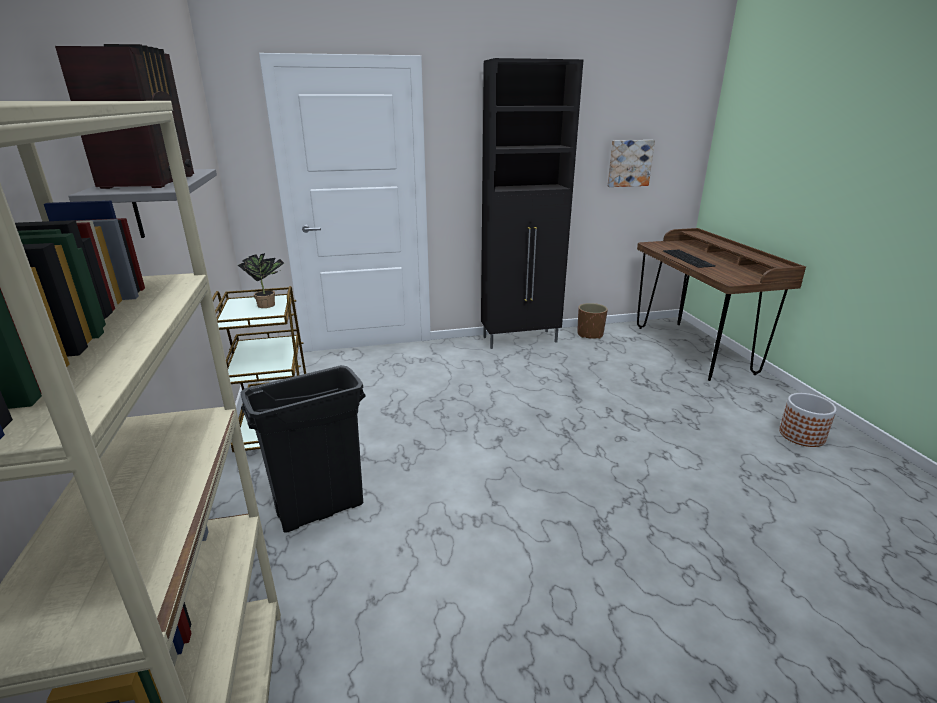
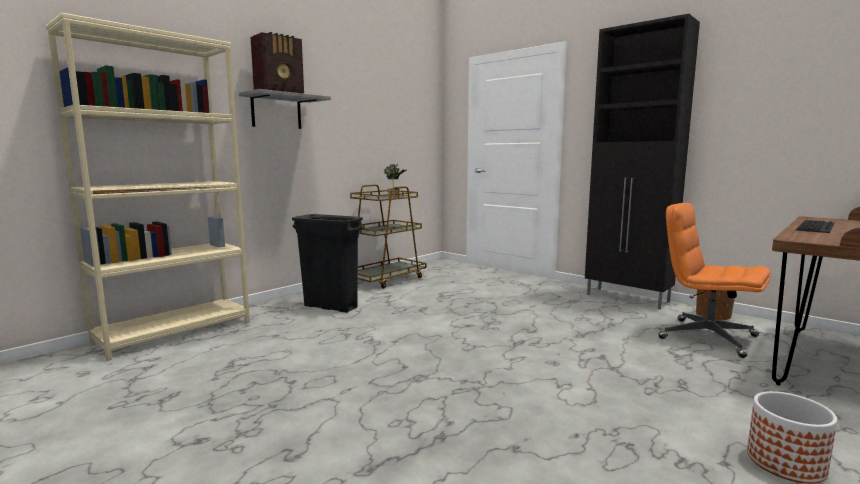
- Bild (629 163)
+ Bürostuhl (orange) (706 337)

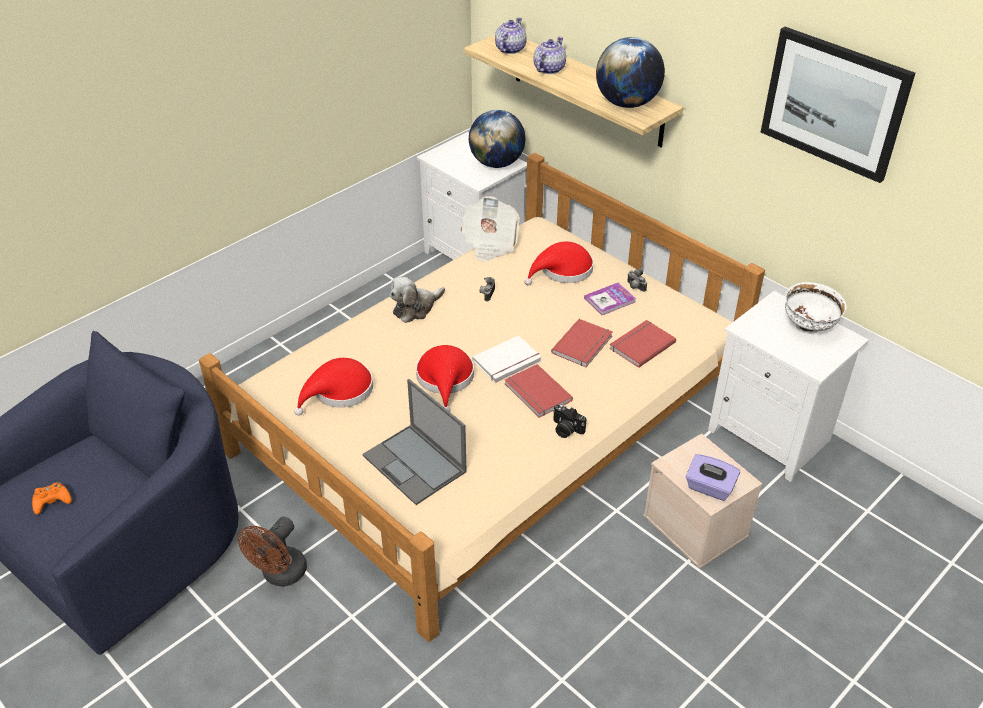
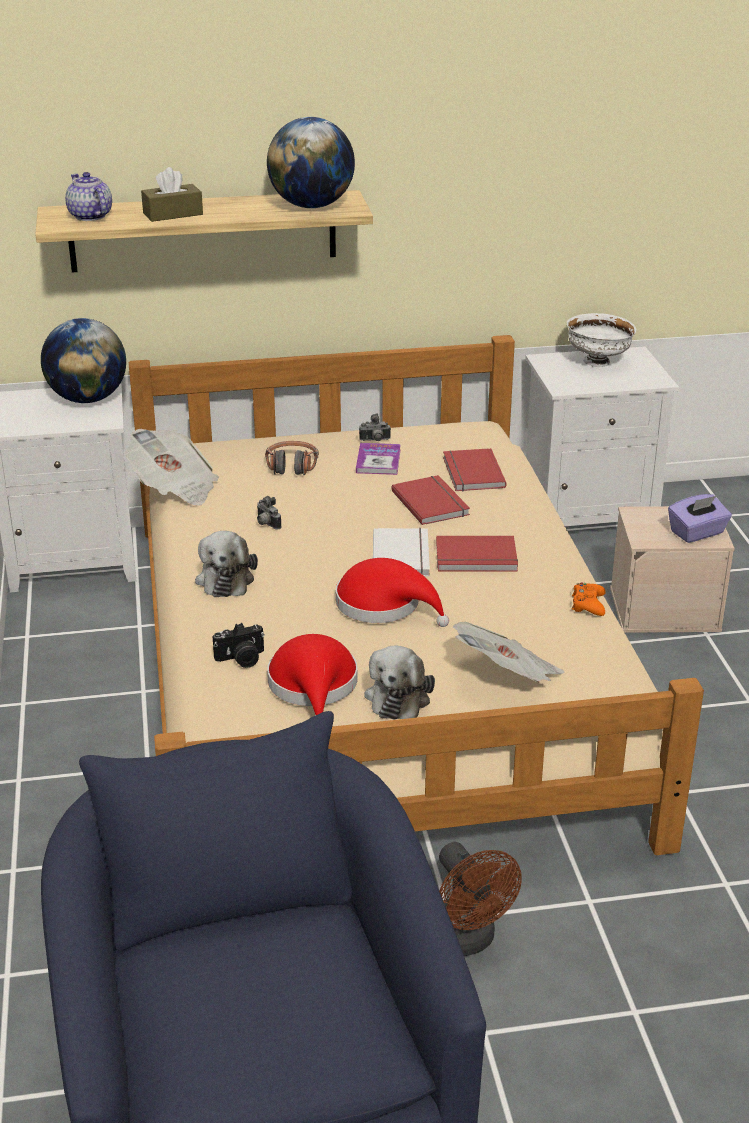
- Bild (834 103)
~ Teekanne (548 69) to Taschentuchbox (braun) (173 214)
~ Hut (rot) (563 271) to Kopfhörer (291 466)
~ Laptop (415 464) to Zeitung (508 677)
~ Kamera (566 429) to (241 659)
~ Gamepad (orange) (52 501) to (588 605)
+ Plüschtier (399 696)

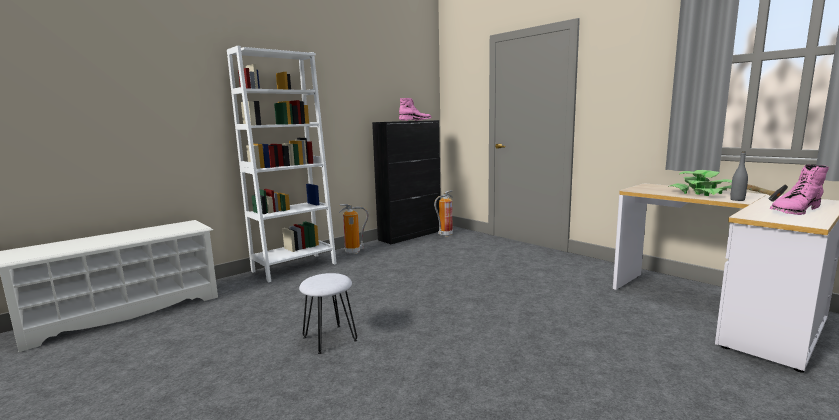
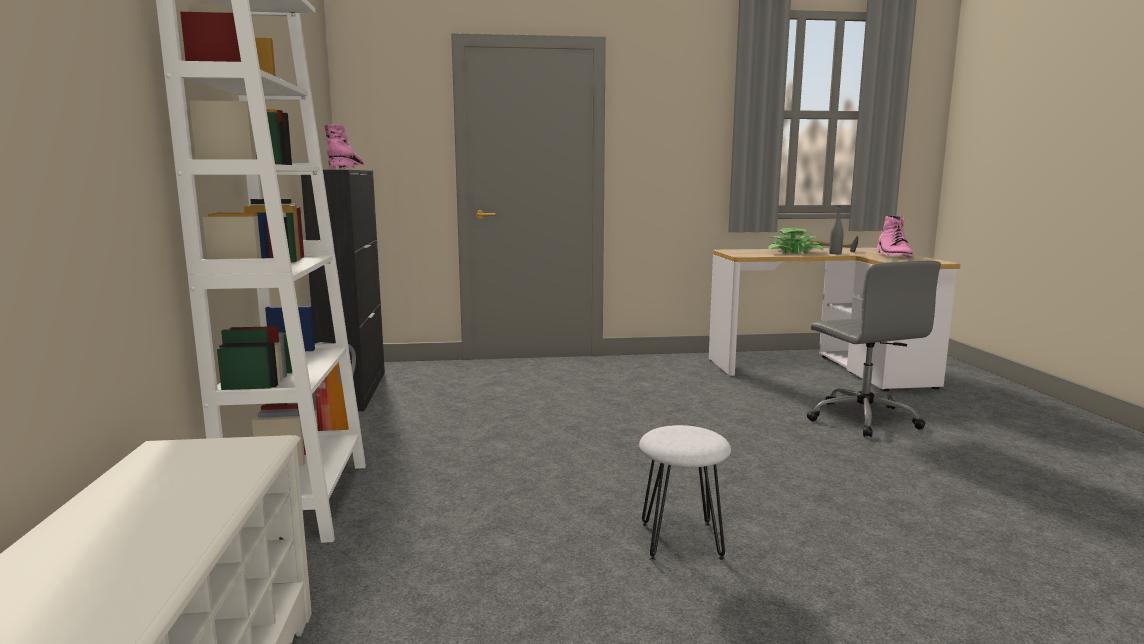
- Feuerlöscher (445 235)
+ Bürostuhl (grau) (862 418)

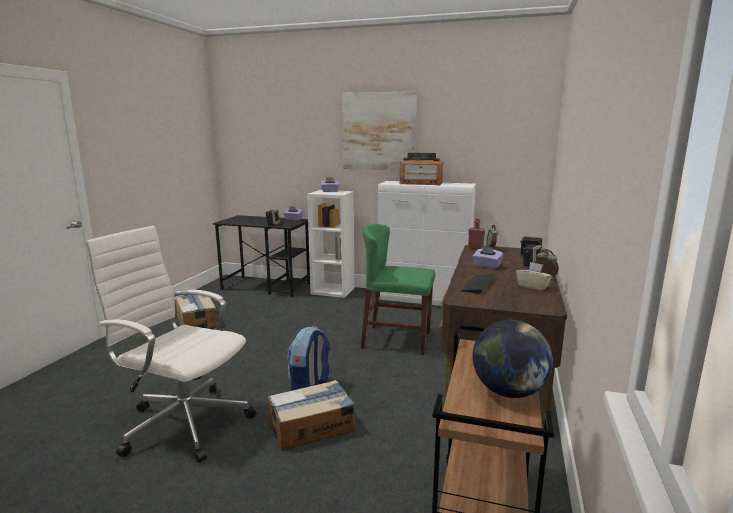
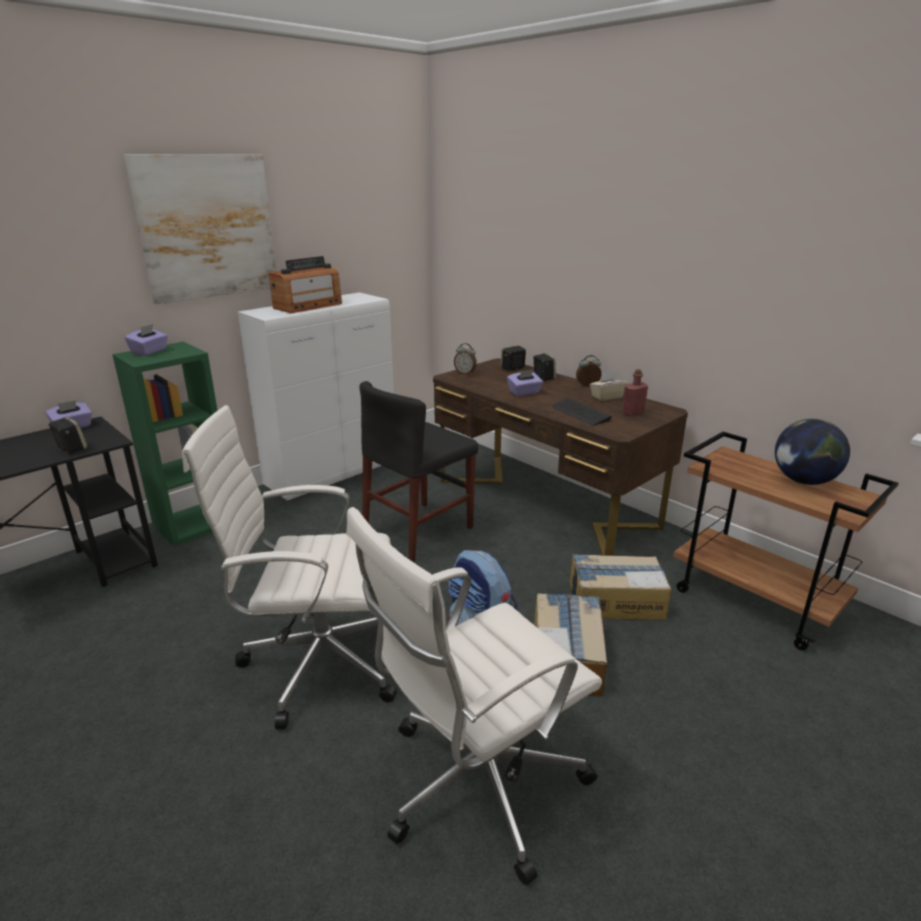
~ Bücherregal (weiß) (333 291) to Bücherregal (grün) (195 523)
~ Flasche (rot) (475 248) to (633 413)
~ Stuhl (grün) (397 340) to Stuhl (schwarz) (418 530)
~ Karton (197 321) to (615 600)
+ Bürostuhl (weiß) (318 662)

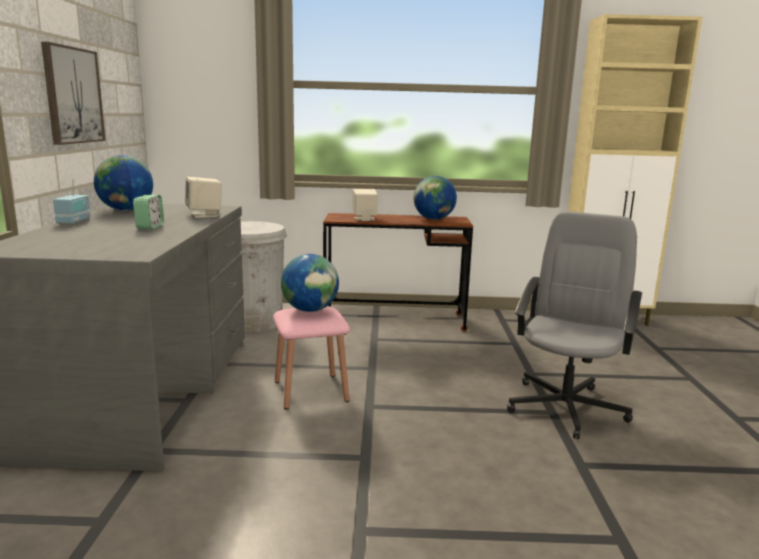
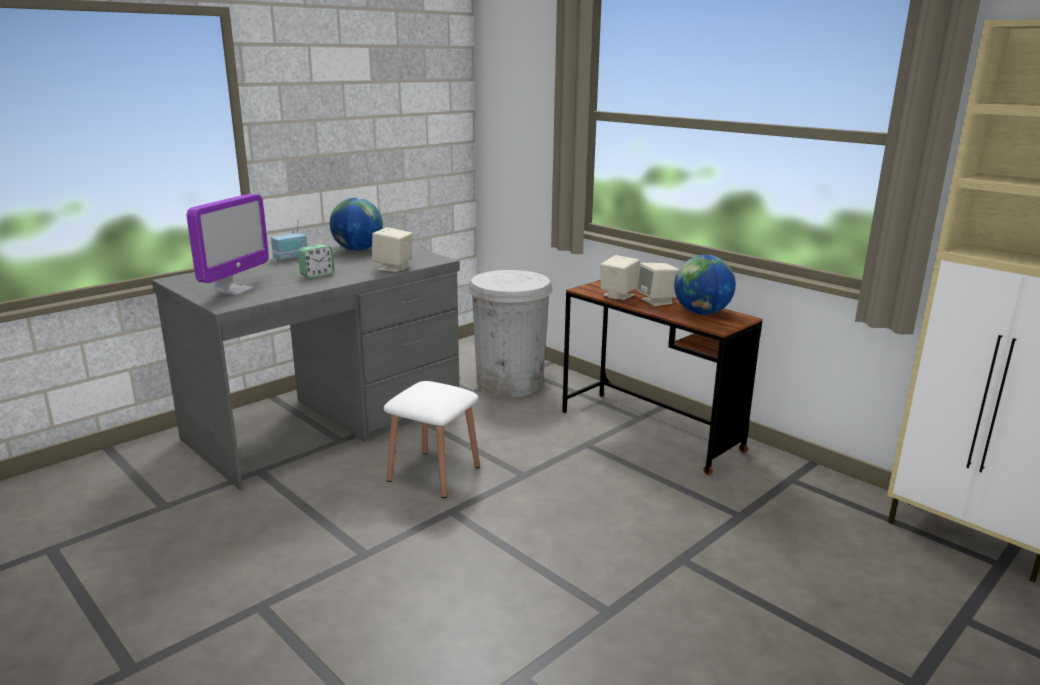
- Bild (73 95)
- Bürostuhl (grau) (566 407)
- Globus (310 310)
~ Hocker (rosa) (310 391) to Hocker (weiß) (434 473)
+ Monitor (234 290)
+ Lautsprecher (beige) (657 301)

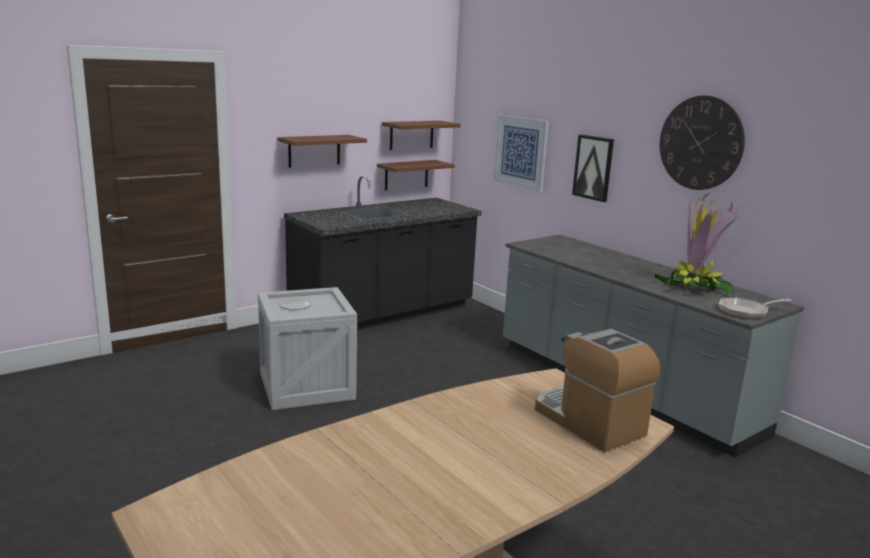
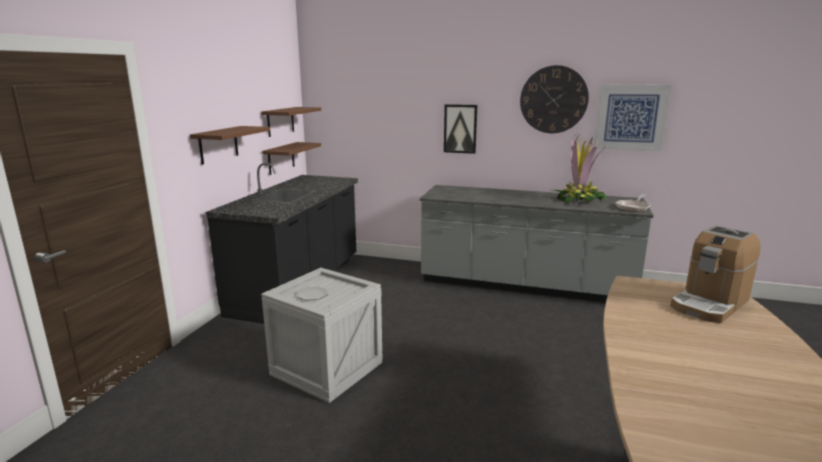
~ Bild (521 152) to (630 117)
~ Kaffeemaschine (588 422) = (709 303) 60 degrees counterclockwise

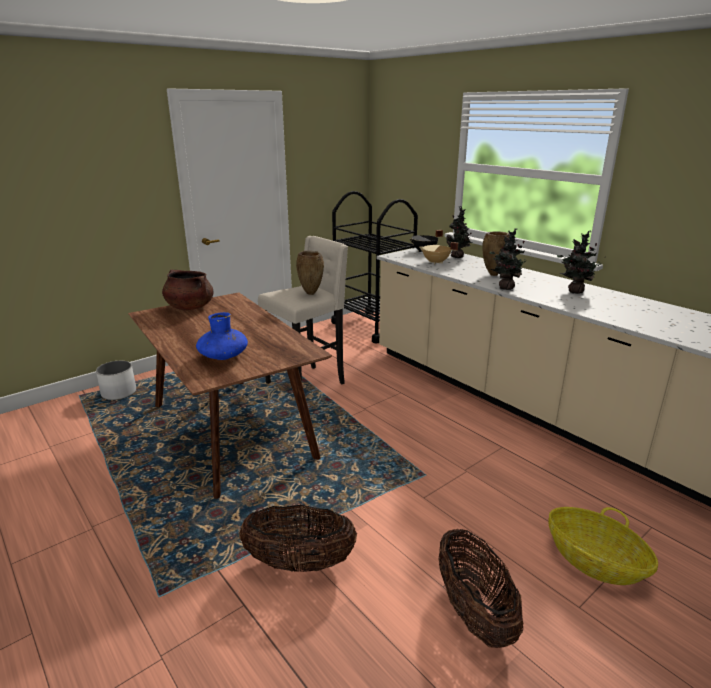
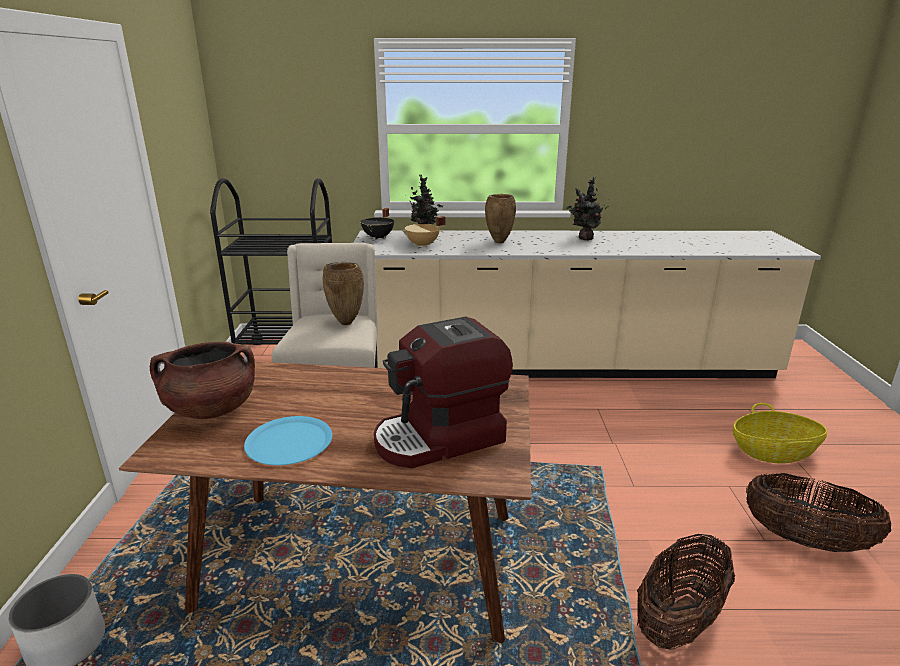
- Topfpflanze (504 288)
~ Vase (blau) (223 356) to Kaffeemaschine (440 438)
+ Teller (blau) (289 442)

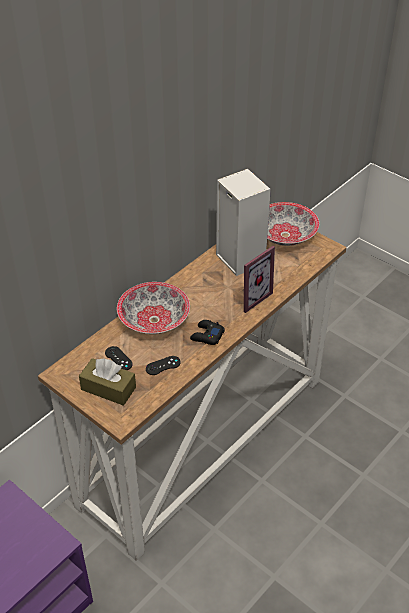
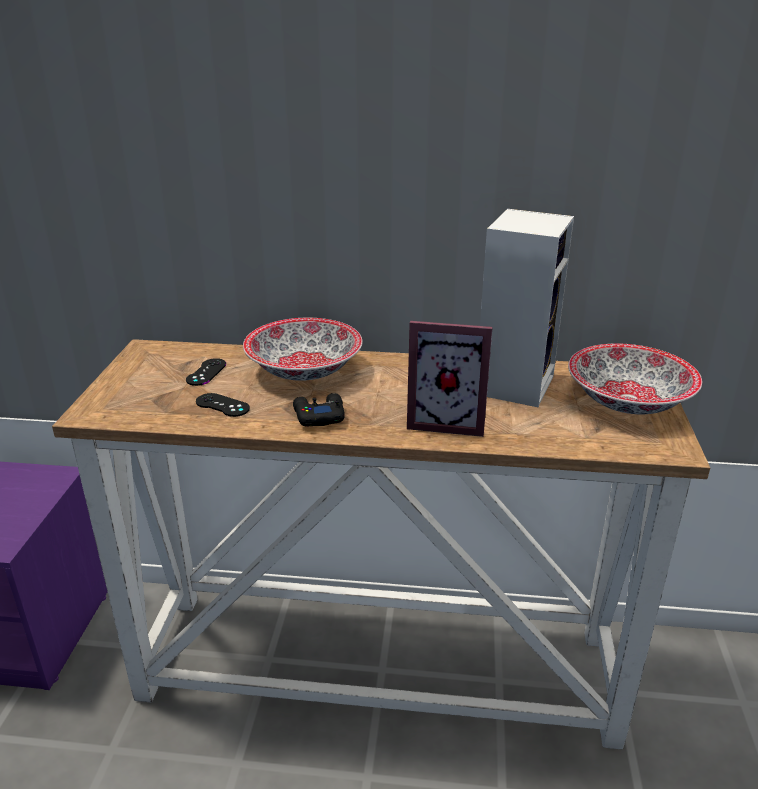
- Taschentuchbox (braun) (108 388)

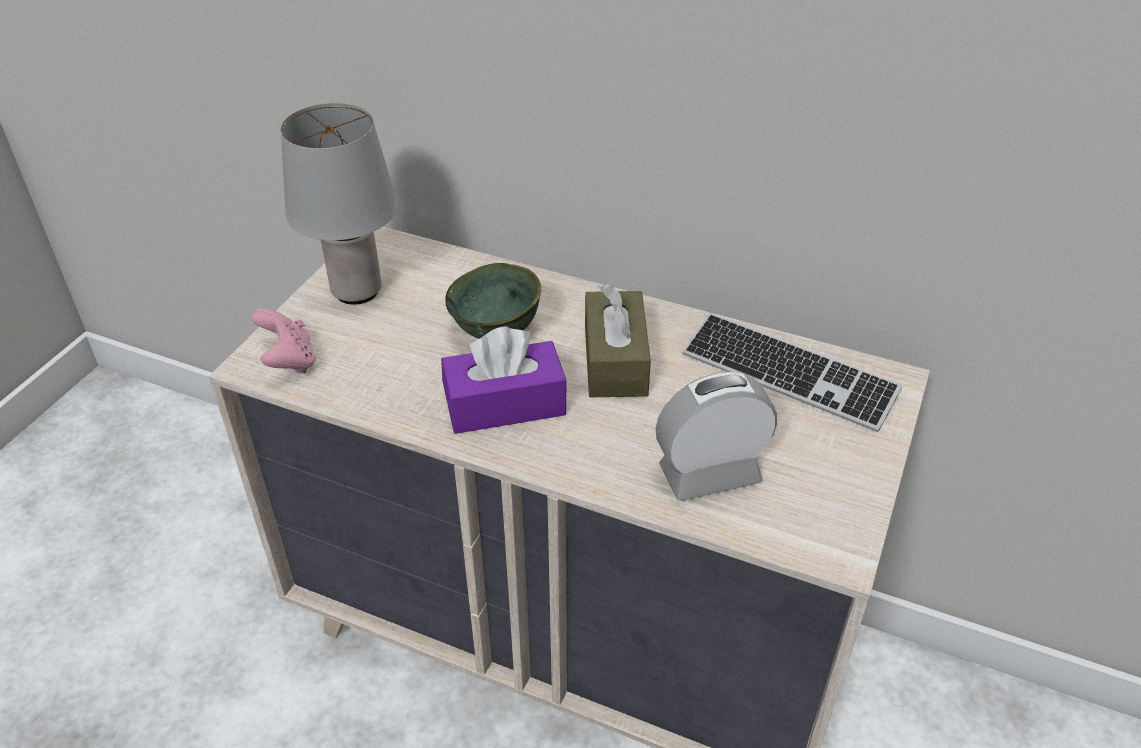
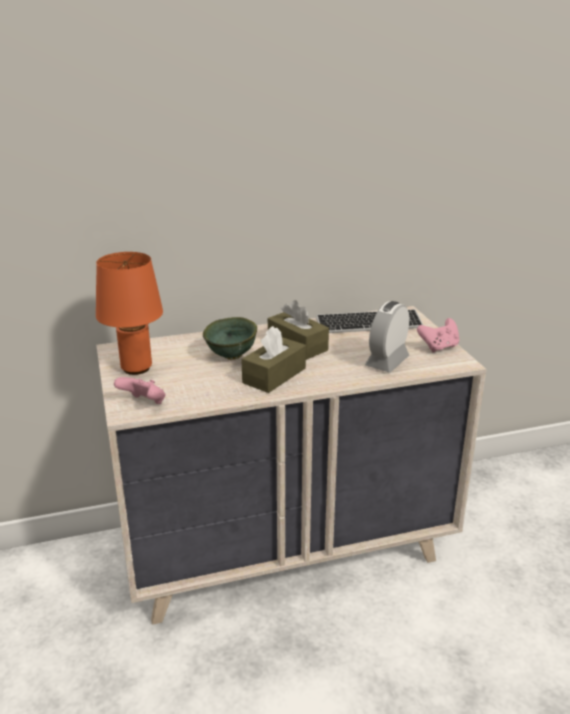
~ Tischlampe (grau) (355 292) to Tischlampe (orange) (136 369)
~ Taschentuchbox (lila) (505 404) to Taschentuchbox (braun) (274 375)
+ Gamepad (rosa) (439 347)

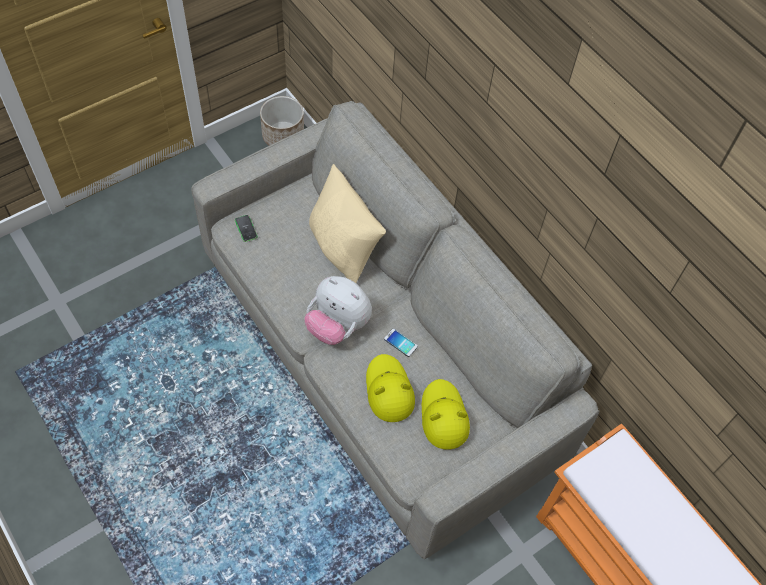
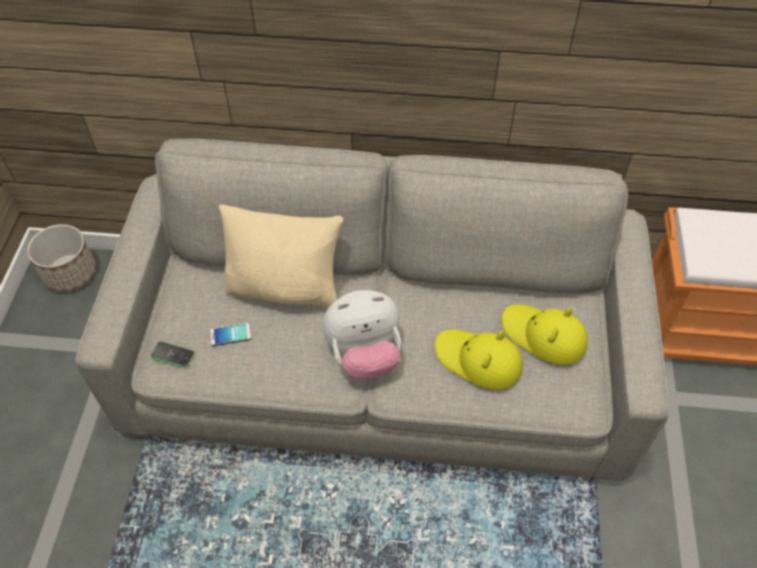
~ Handy (400 343) to (230 335)

